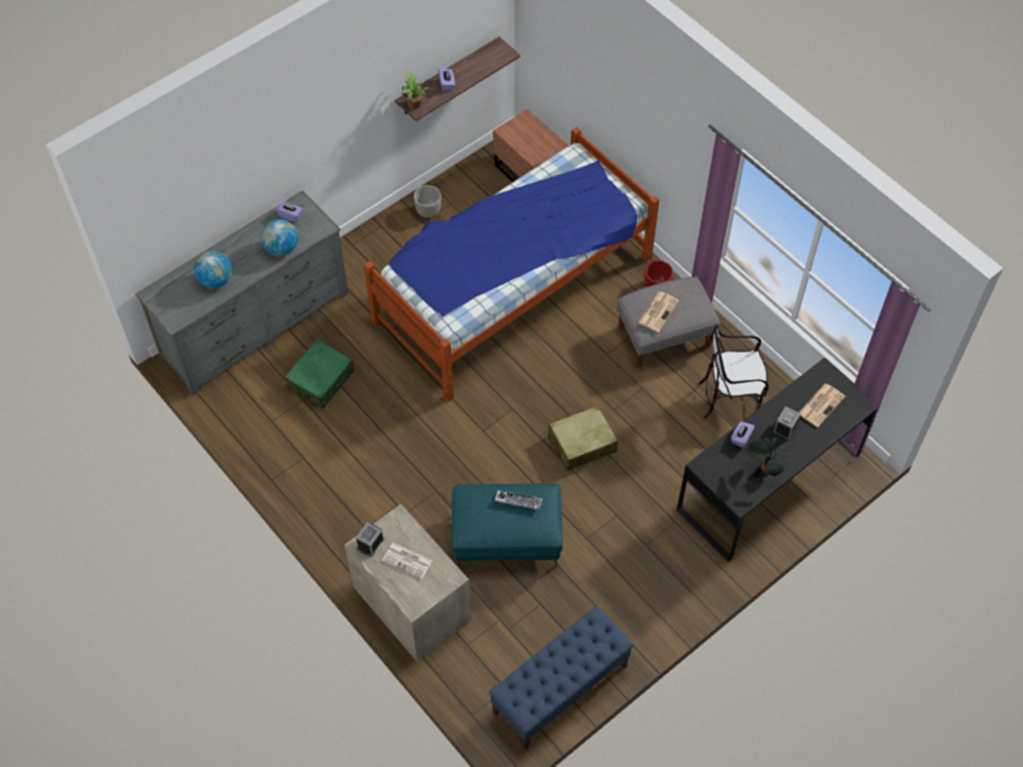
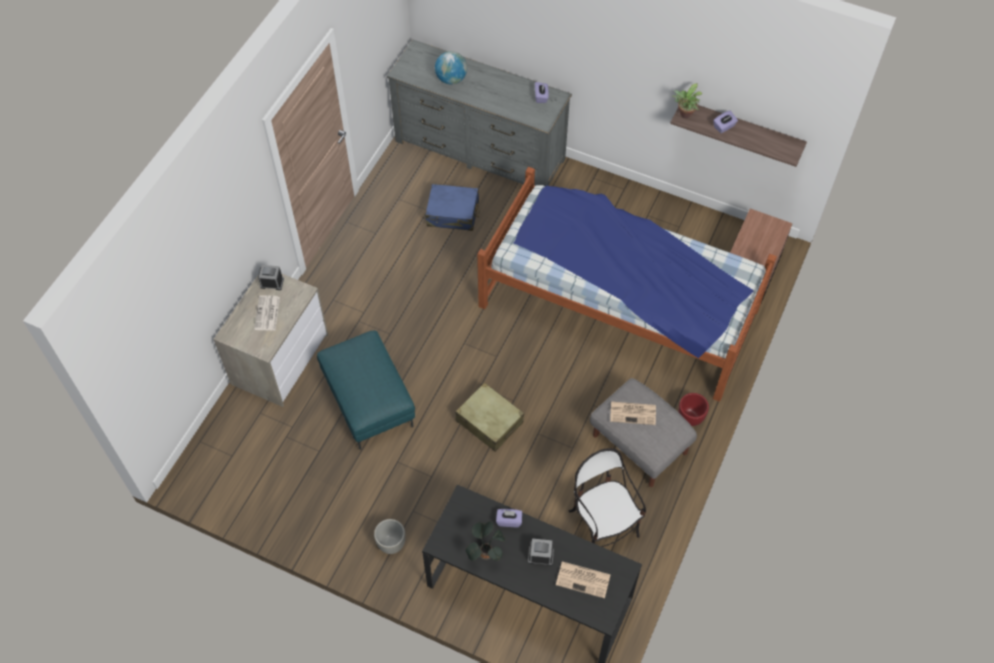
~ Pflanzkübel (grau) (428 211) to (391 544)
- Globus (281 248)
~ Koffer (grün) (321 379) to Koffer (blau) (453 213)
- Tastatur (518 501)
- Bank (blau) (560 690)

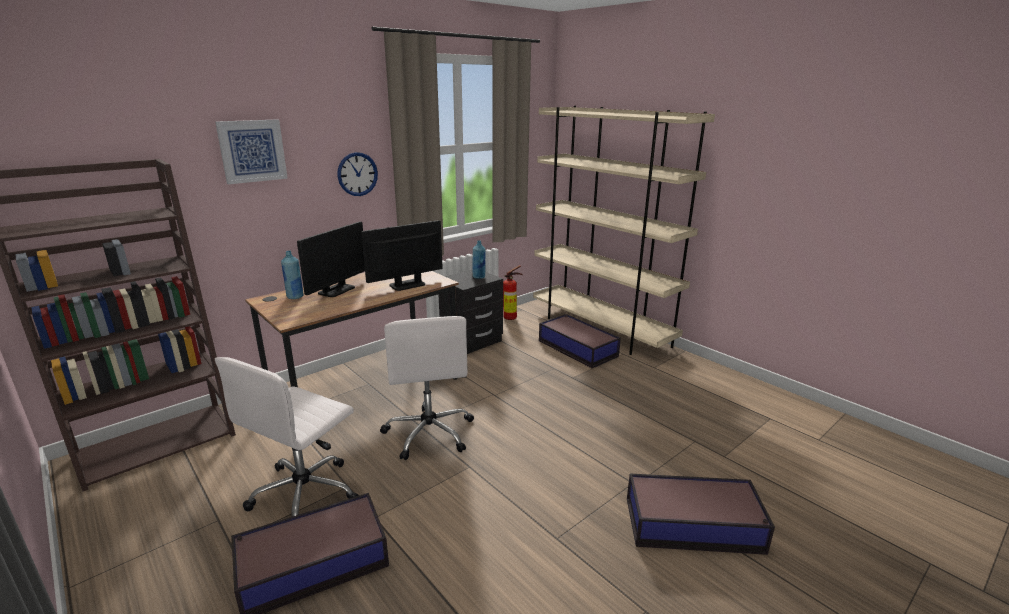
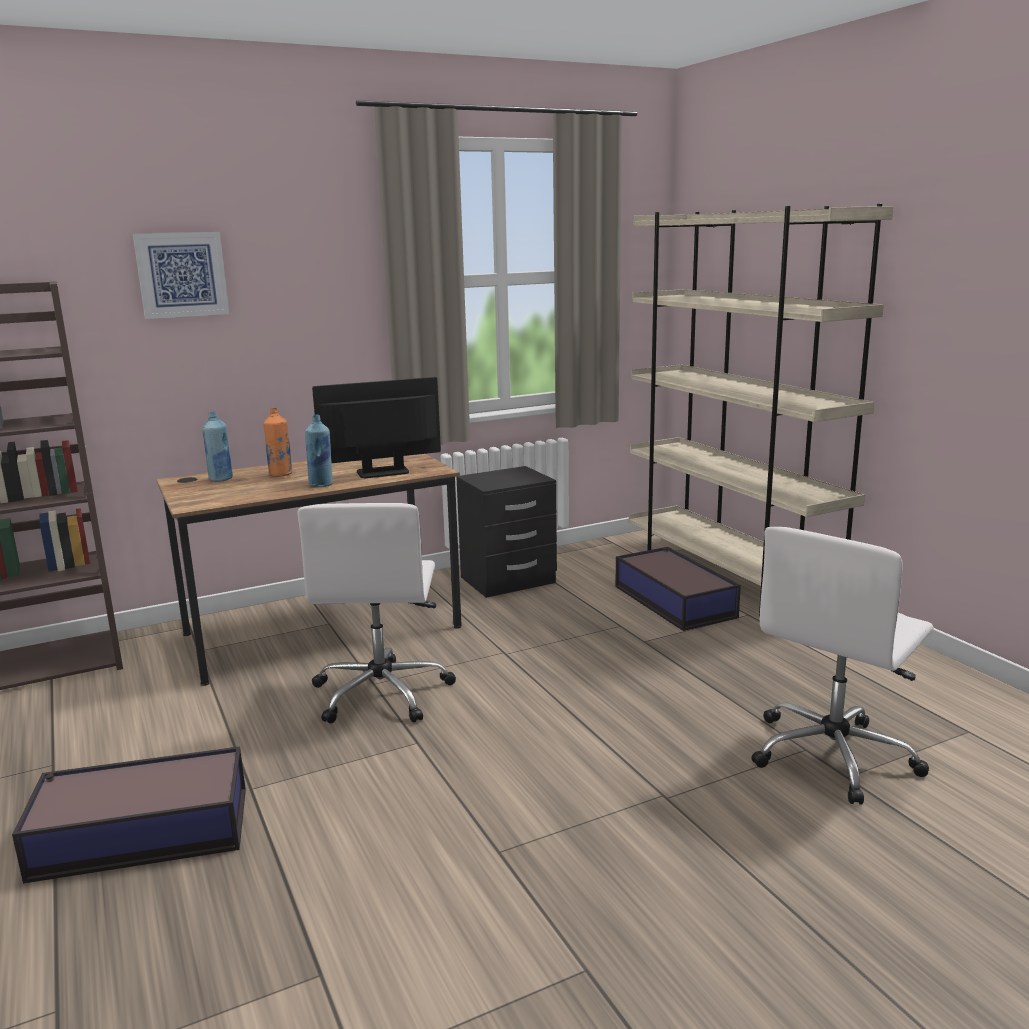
- Wanduhr (357 174)
~ Monitor (336 290) to Flasche (orange) (280 474)
~ Flasche (blau) (479 277) to (321 485)
- Feuerlöscher (512 318)
~ Bürostuhl (weiß) (306 493) to (834 755)
- Aufbewahrungsbox (694 525)

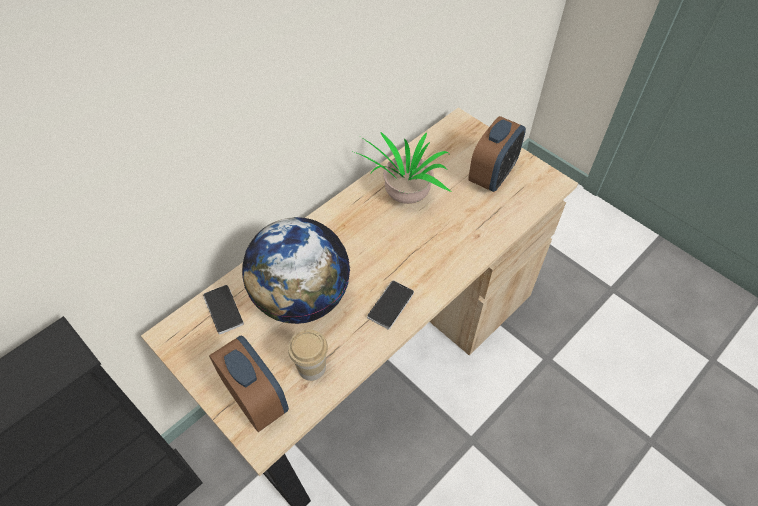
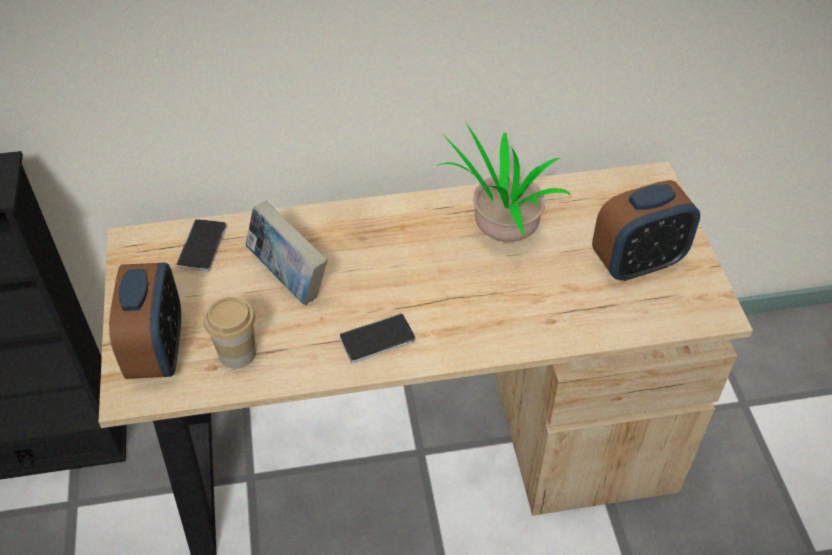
~ Globus (301 298) to Buch (288 278)

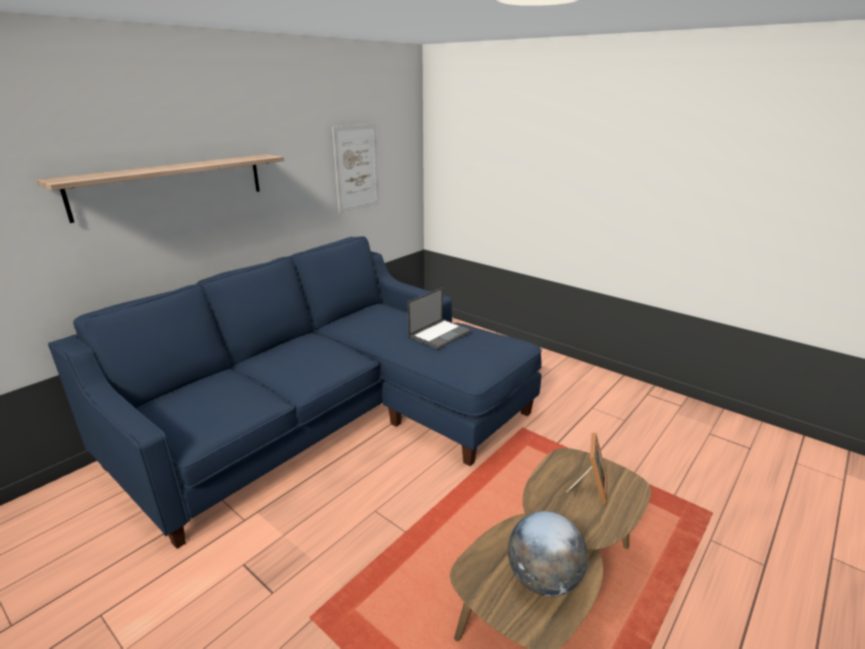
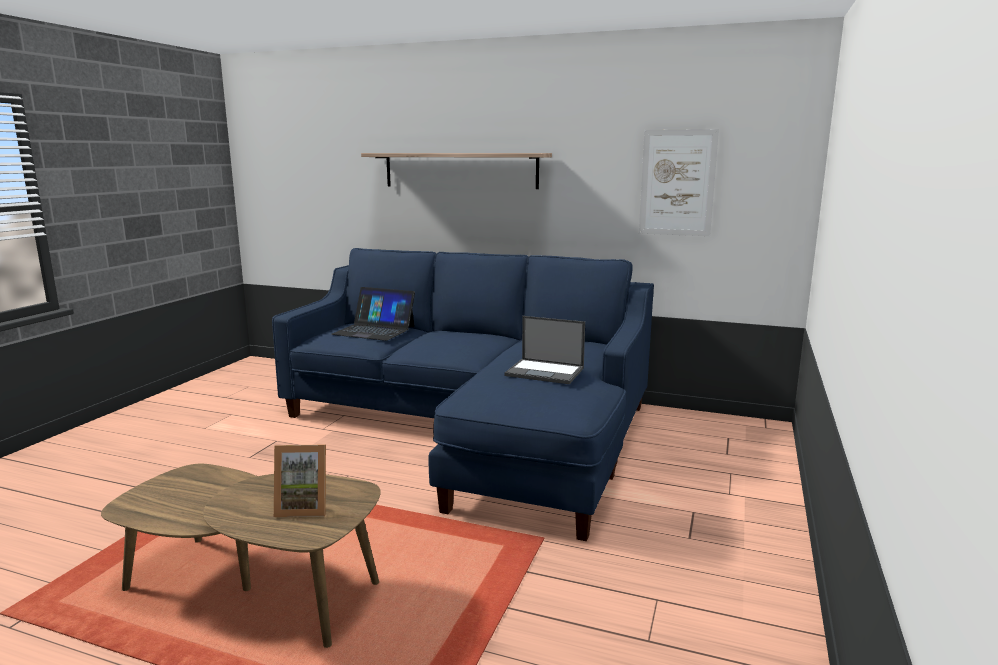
- Globus (543 579)
+ Laptop (374 330)

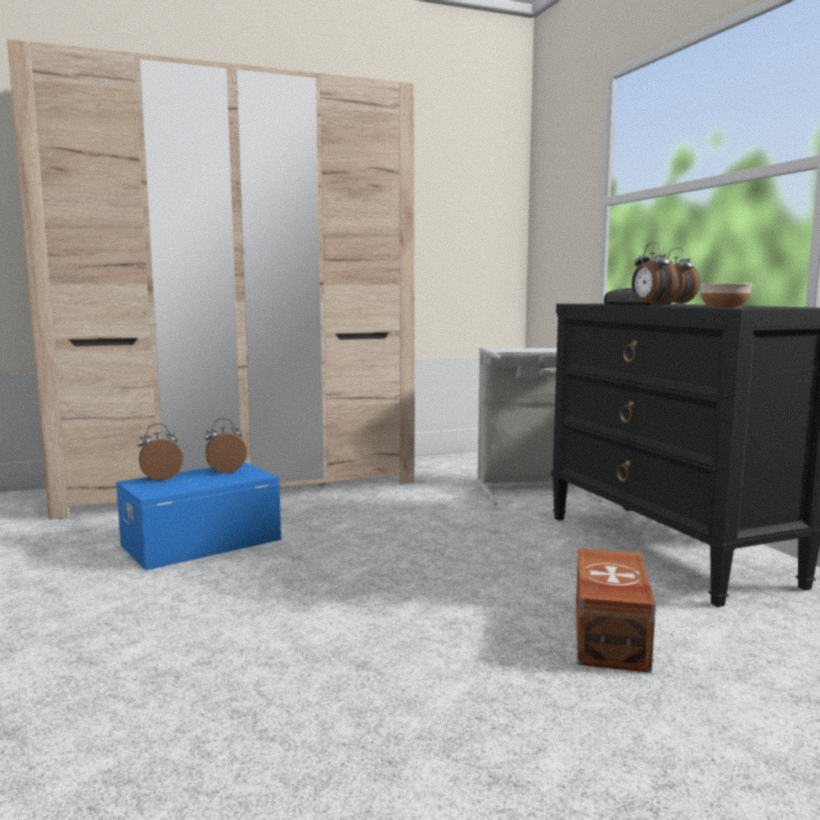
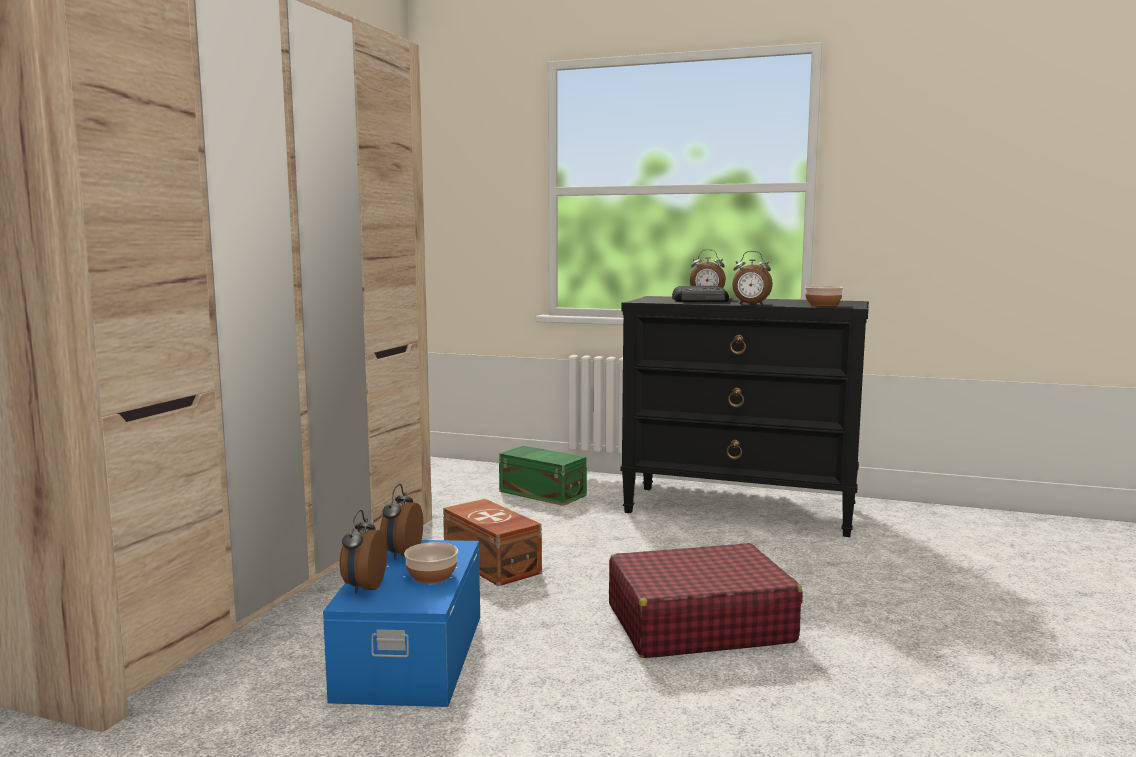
~ Wäschekorb (grau) (532 488) to Aufbewahrungsbox (grün) (542 493)
~ Aufbewahrungsbox (braun) (608 636) to (491 564)
+ Schüssel (431 576)
+ Koffer (rot) (698 624)

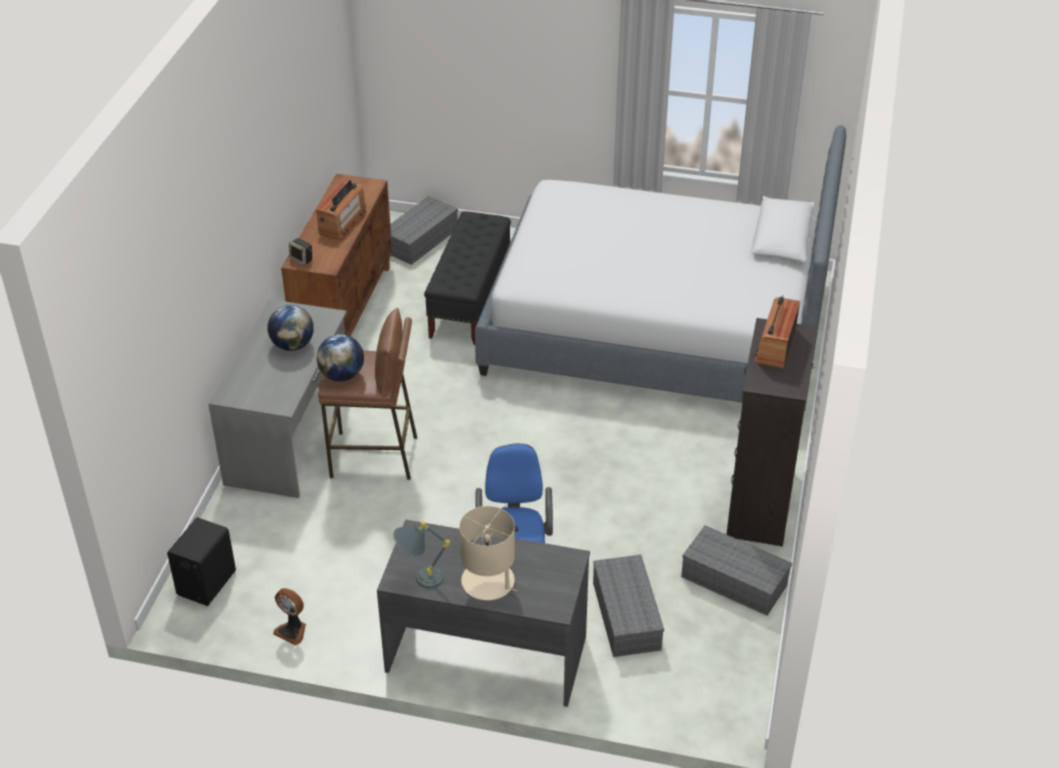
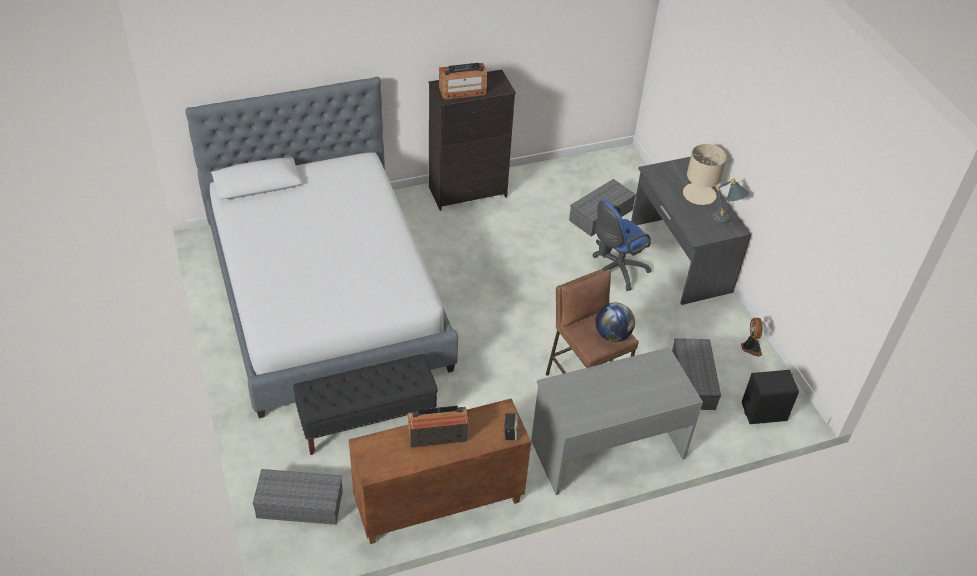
- Globus (293 345)
~ Aufbewahrungsbox (grau) (732 581) to (693 382)

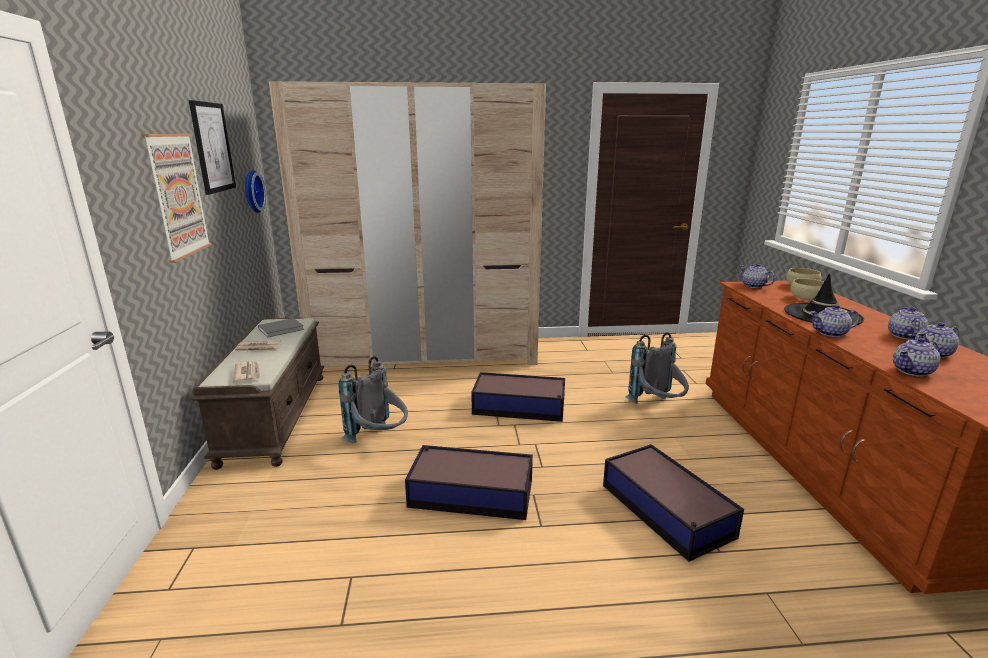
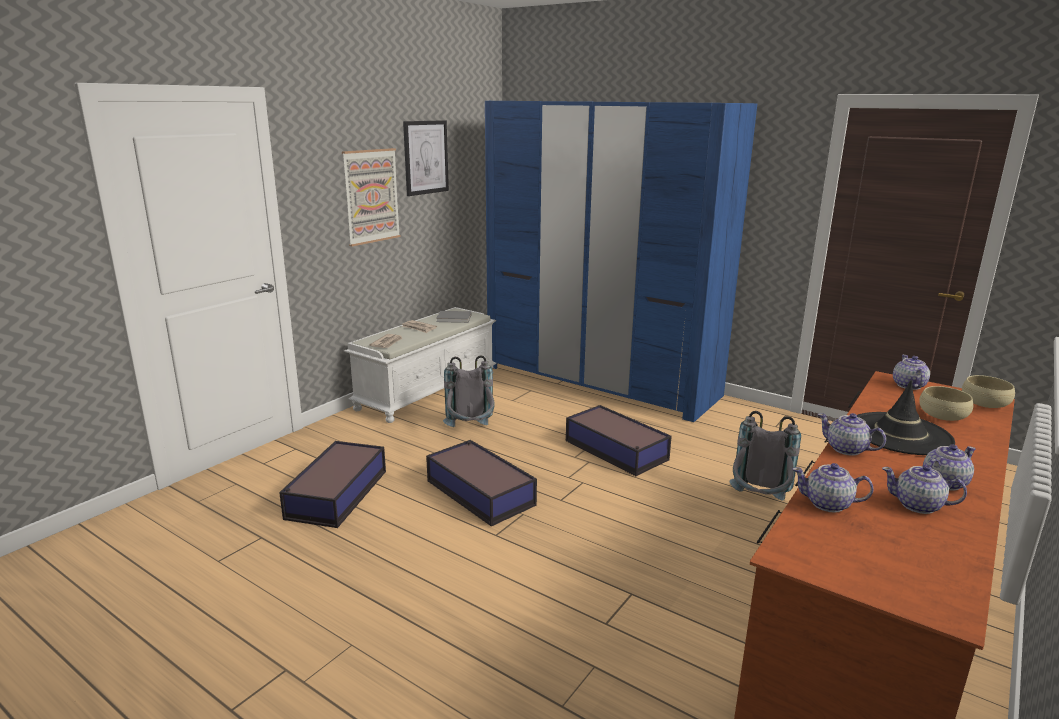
~ Kleiderschrank (beige) (426 355) to Kleiderschrank (blau) (600 381)
- Wanduhr (251 191)
~ Bank (braun) (275 416) to Bank (weiß) (427 390)
~ Aufbewahrungsbox (666 511) to (336 495)

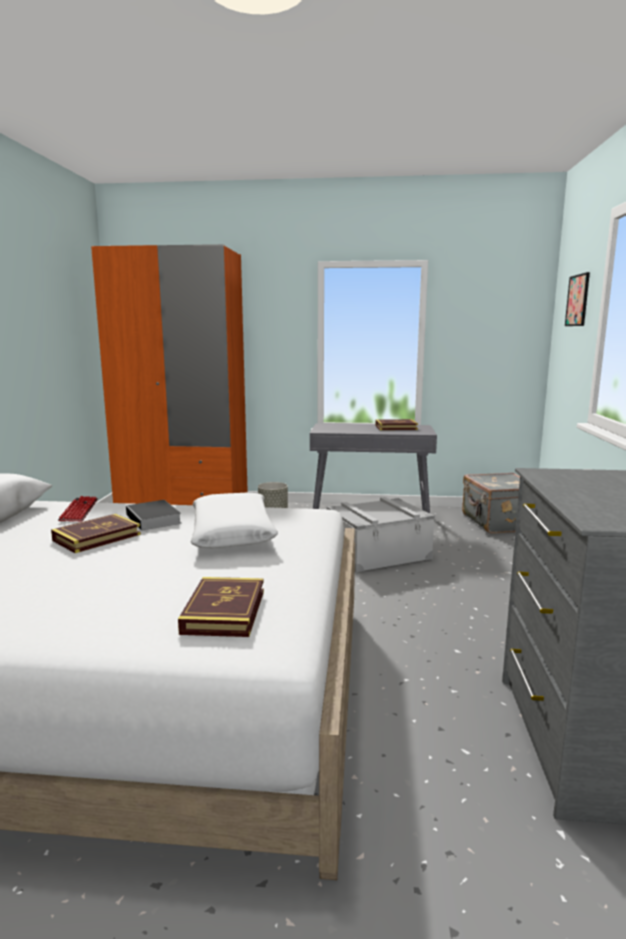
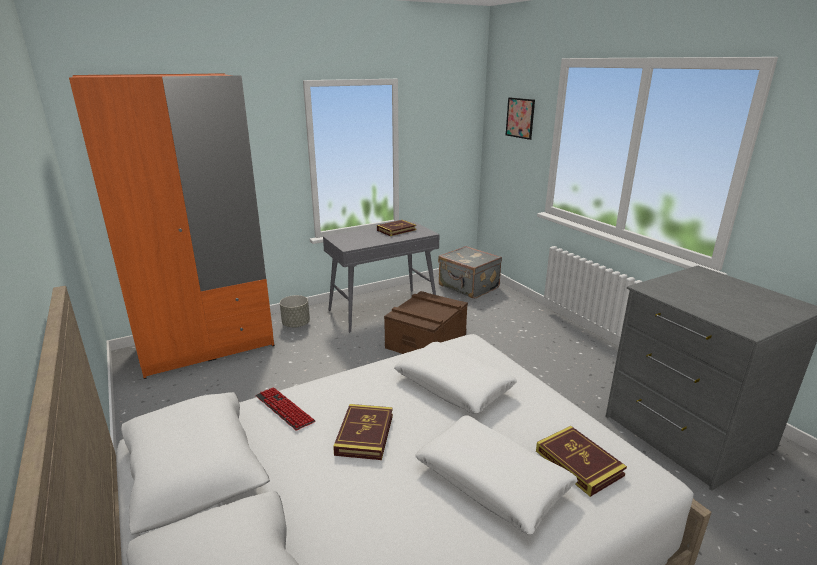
~ Aufbewahrungsbox (grau) (378 553) to Aufbewahrungsbox (braun) (426 341)
- Buch (154 519)
+ Kissen (weiß) (492 480)

